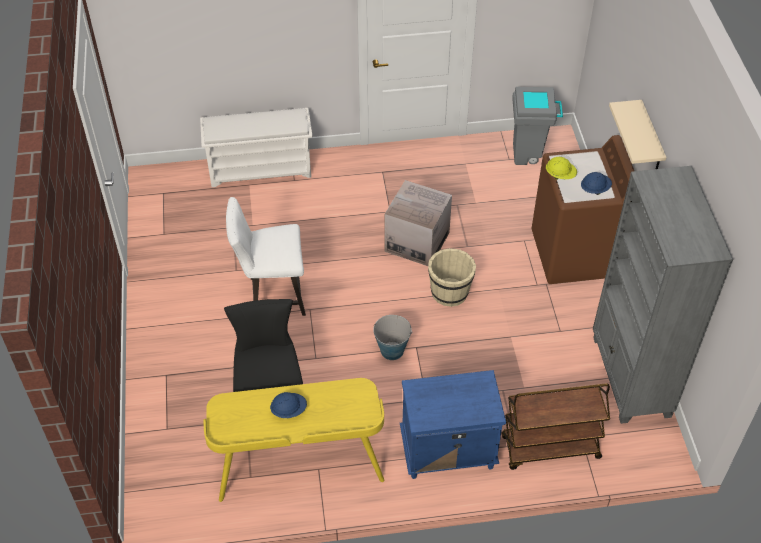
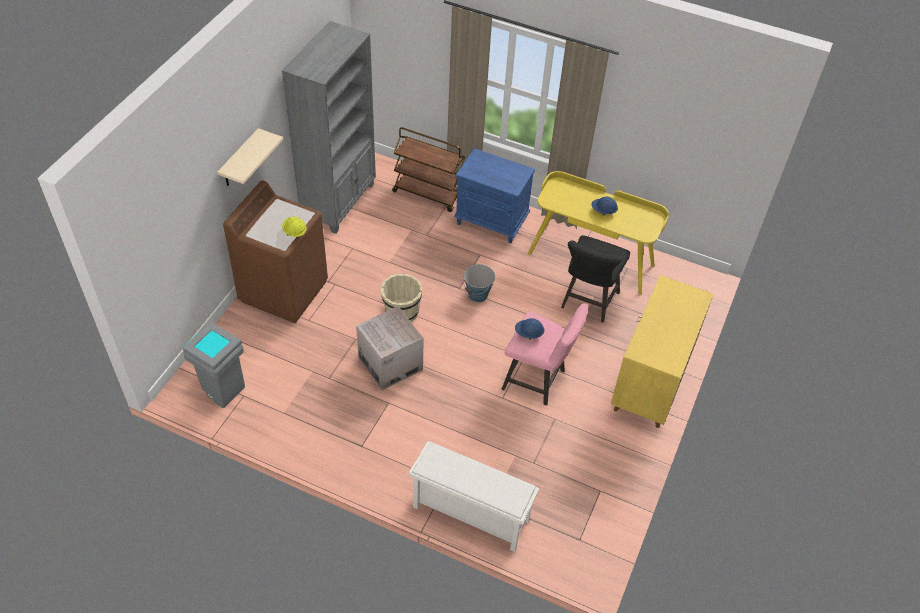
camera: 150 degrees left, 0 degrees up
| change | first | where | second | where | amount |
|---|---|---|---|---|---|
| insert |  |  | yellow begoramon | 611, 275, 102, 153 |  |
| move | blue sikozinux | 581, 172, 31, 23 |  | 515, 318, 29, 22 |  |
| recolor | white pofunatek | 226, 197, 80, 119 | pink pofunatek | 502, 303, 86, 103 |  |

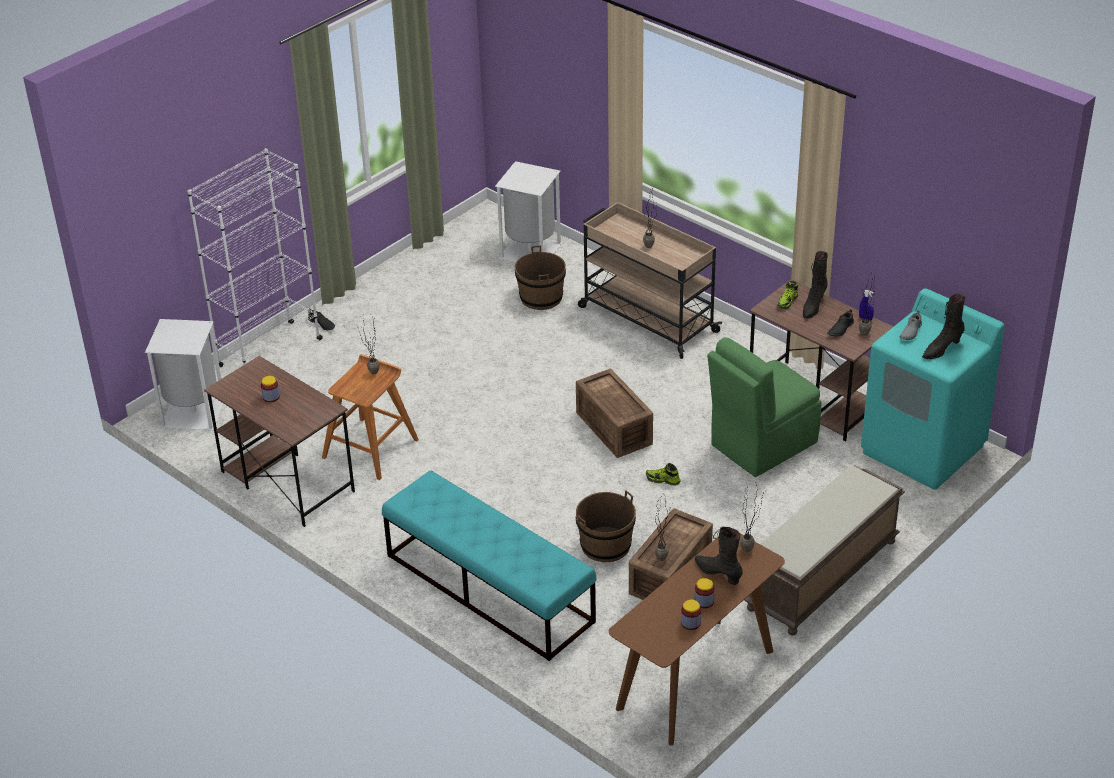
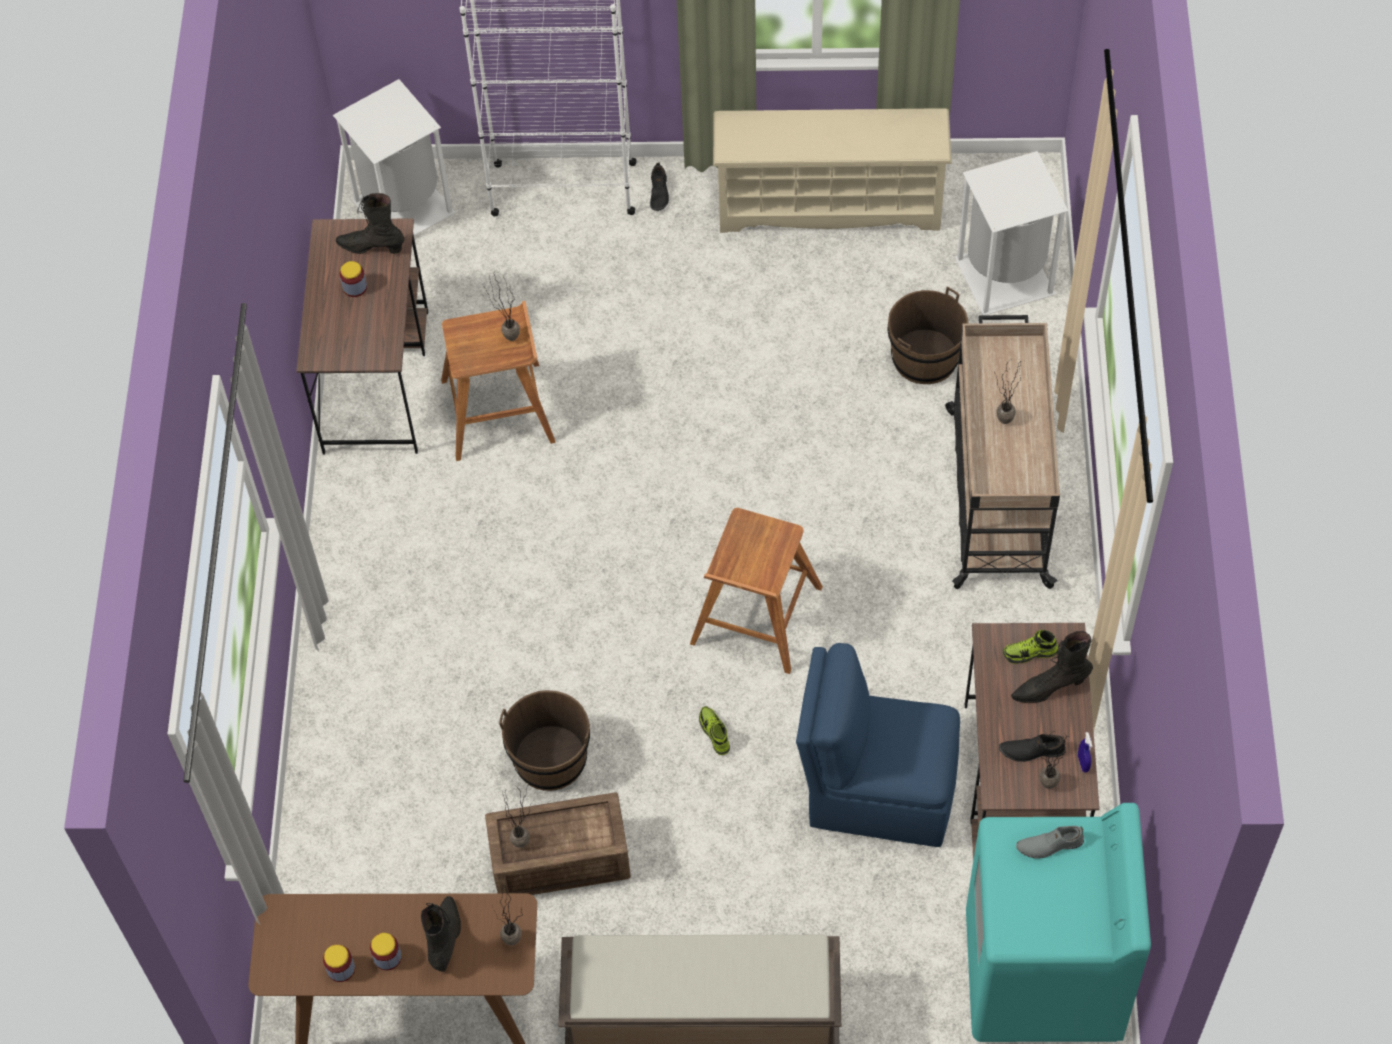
camera: 50 degrees right, 20 degrees up
| change | first | where | second | where | amount |
|---|---|---|---|---|---|
| delete | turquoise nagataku | 382, 471, 214, 190 |  |  |  |
| insert |  |  | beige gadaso | 713, 108, 239, 125 |  |
| move | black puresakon | 922, 294, 43, 65 |  | 336, 193, 68, 61 |  |
| replace | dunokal | 576, 369, 77, 89 | brown pofunatek | 690, 508, 133, 166 |  |
| recolor | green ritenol | 707, 338, 114, 139 | blue ritenol | 796, 643, 164, 204 |  |

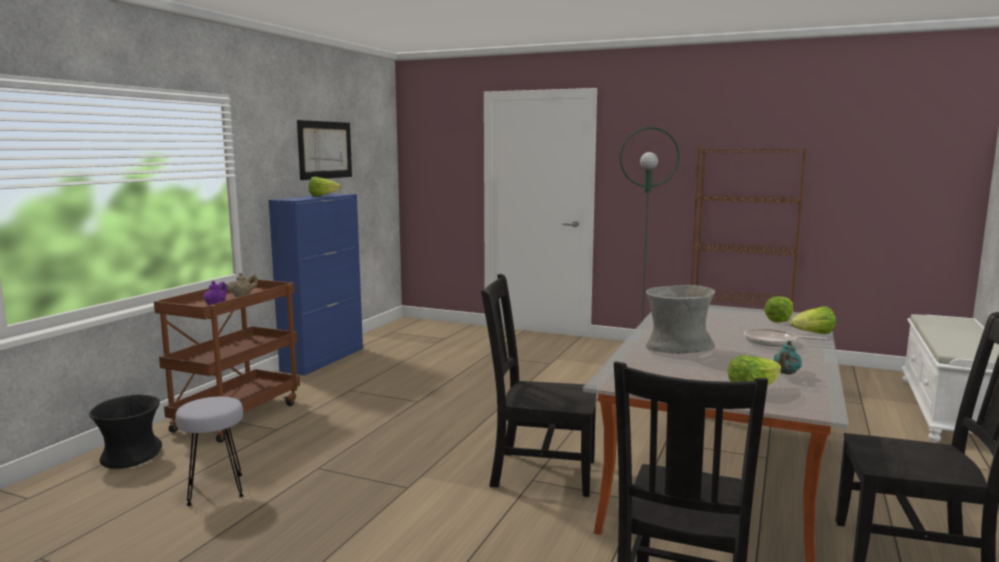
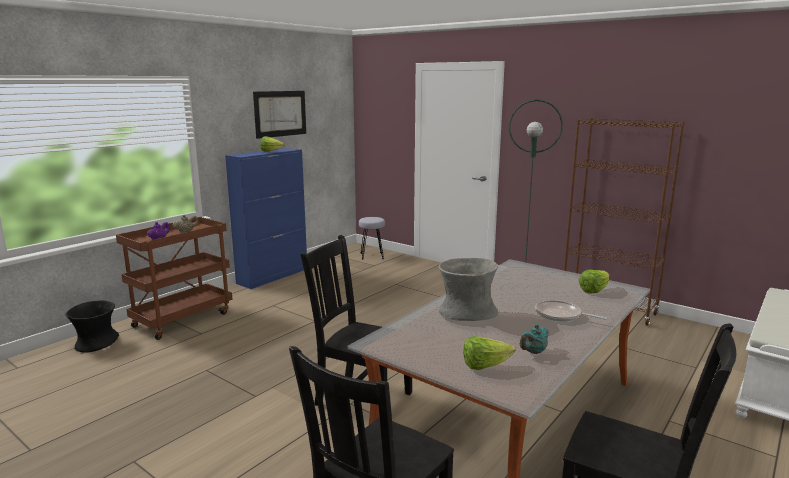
camera: 15 degrees right, 5 degrees up
| change | first | where | second | where | amount |
|---|---|---|---|---|---|
| delete | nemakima | 790, 306, 46, 28 |  |  |  |
| move | grey pofunatek | 175, 397, 69, 109 |  | 359, 217, 26, 42 |  |

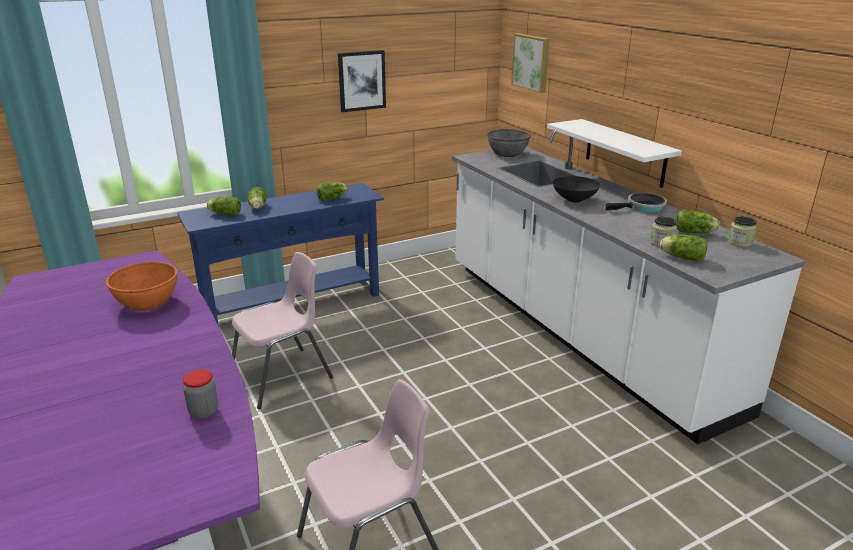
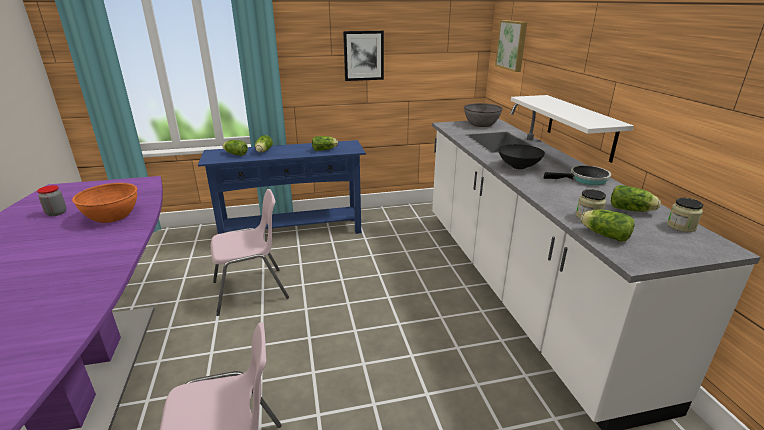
camera: 15 degrees right, 0 degrees up
| change | first | where | second | where | amount |
|---|---|---|---|---|---|
| move | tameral | 183, 370, 35, 49 |  | 37, 185, 30, 31 |  |

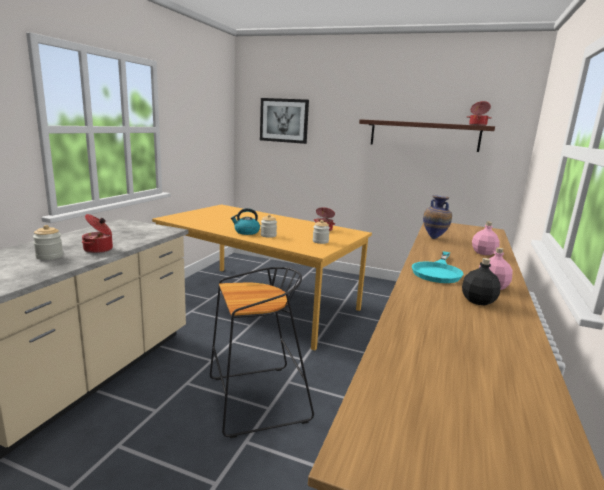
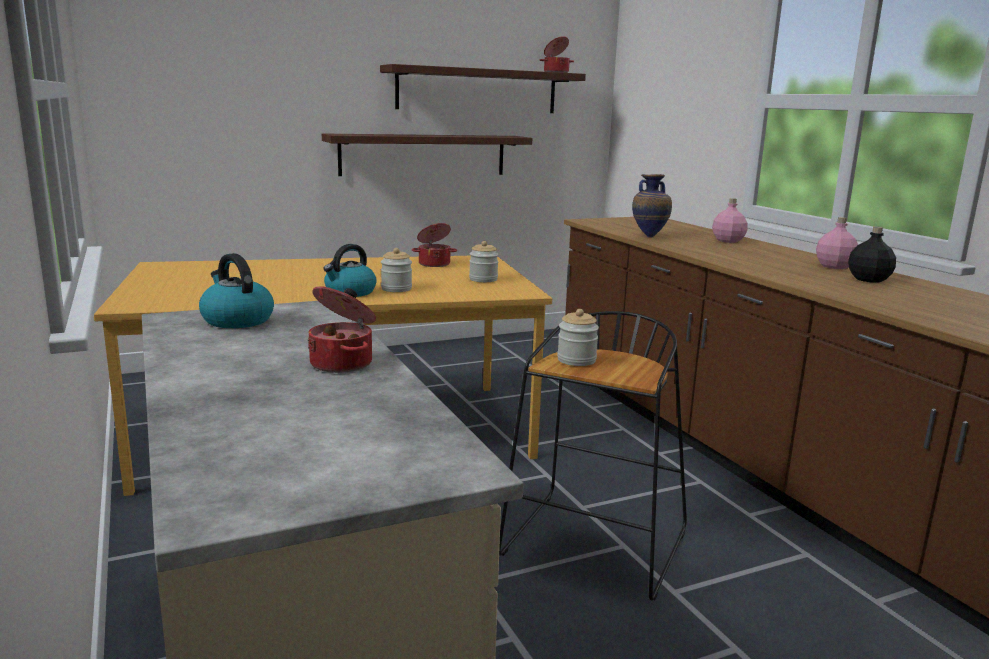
camera: 45 degrees left, 0 degrees up
| change | first | where | second | where | amount |
|---|---|---|---|---|---|
| delete | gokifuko | 260, 98, 49, 46 |  |  |  |
| delete | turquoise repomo | 412, 251, 52, 32 |  |  |  |
| insert |  |  | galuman | 199, 253, 75, 75 |  |
| insert |  |  | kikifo | 322, 133, 210, 43 |  |
| move | tameral | 33, 225, 30, 35 |  | 557, 309, 42, 57 |  |

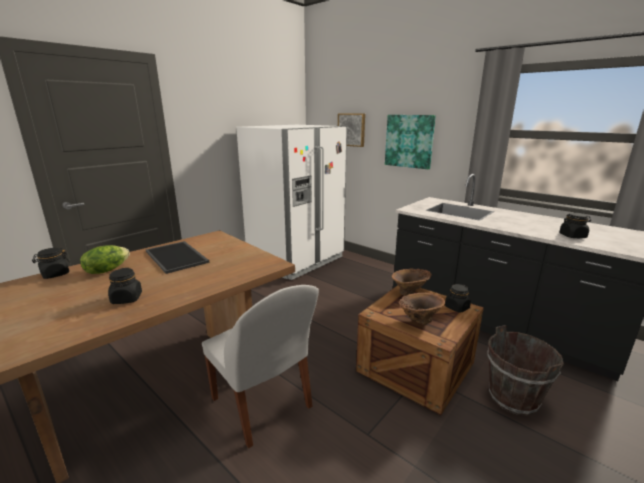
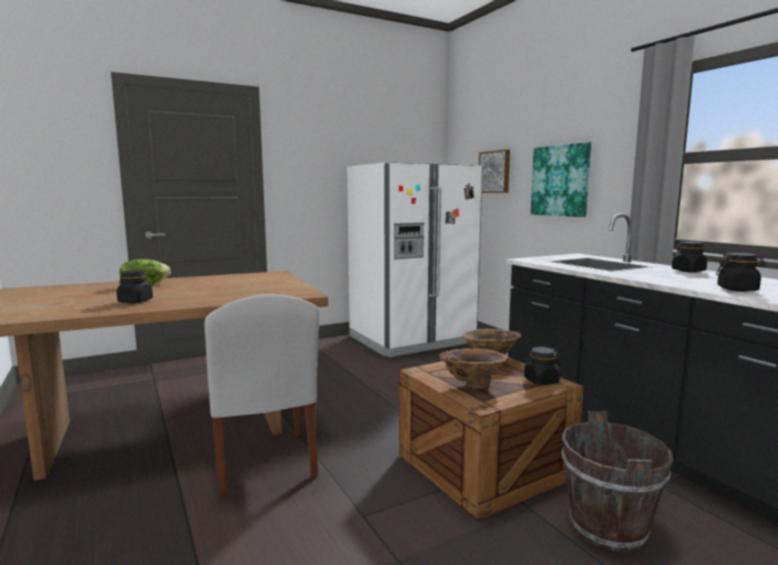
camera: 20 degrees right, 10 degrees down
| change | first | where | second | where | amount |
|---|---|---|---|---|---|
| delete | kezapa | 146, 241, 63, 33 |  |  |  |
| move | black tameral | 32, 248, 38, 31 |  | 672, 241, 35, 31 |  |

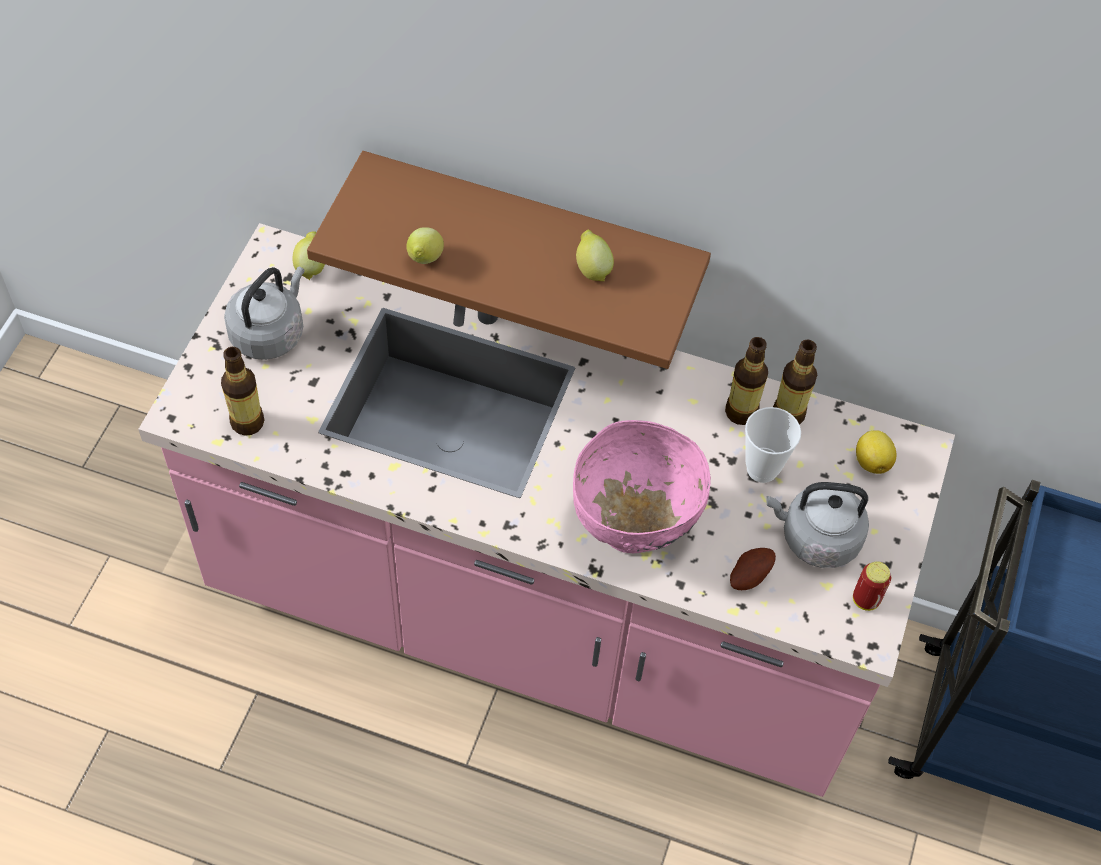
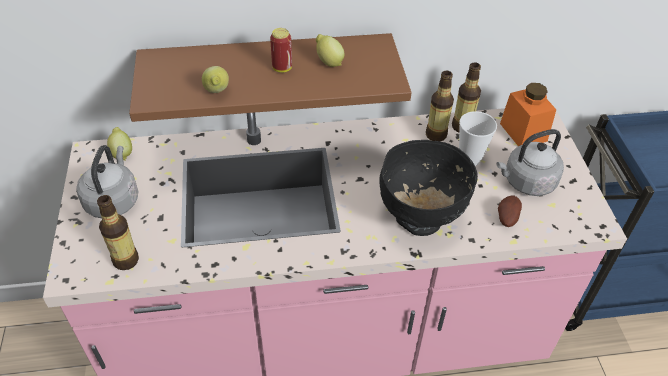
camera: 25 degrees left, 10 degrees down
| change | first | where | second | where | amount |
|---|---|---|---|---|---|
| move | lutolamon | 853, 561, 38, 50 |  | 270, 28, 22, 45 |  |
| replace | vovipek | 856, 430, 40, 44 | orange tameral | 500, 83, 57, 63 |  |
| recolor | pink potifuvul | 573, 420, 138, 134 | black potifuvul | 380, 140, 98, 96 |  |

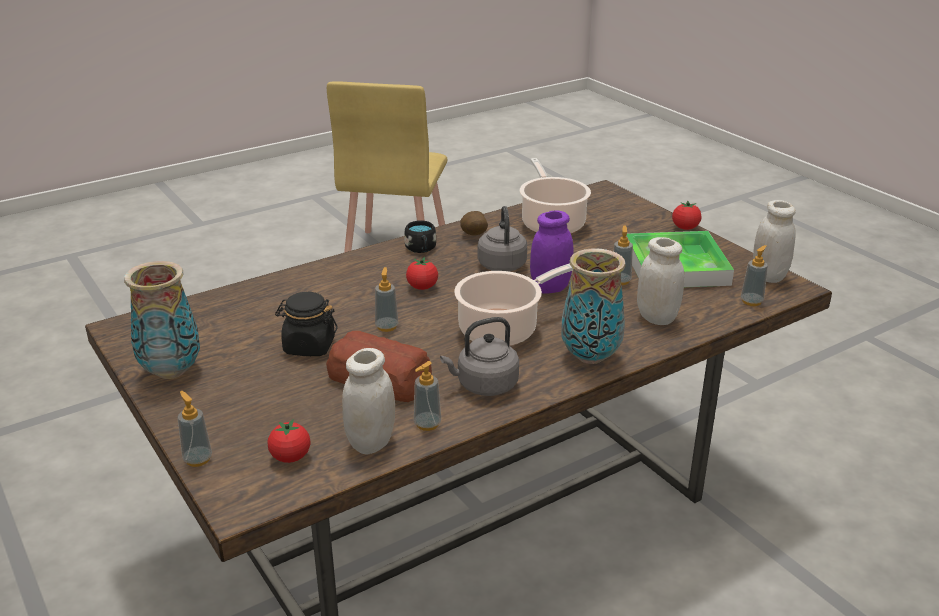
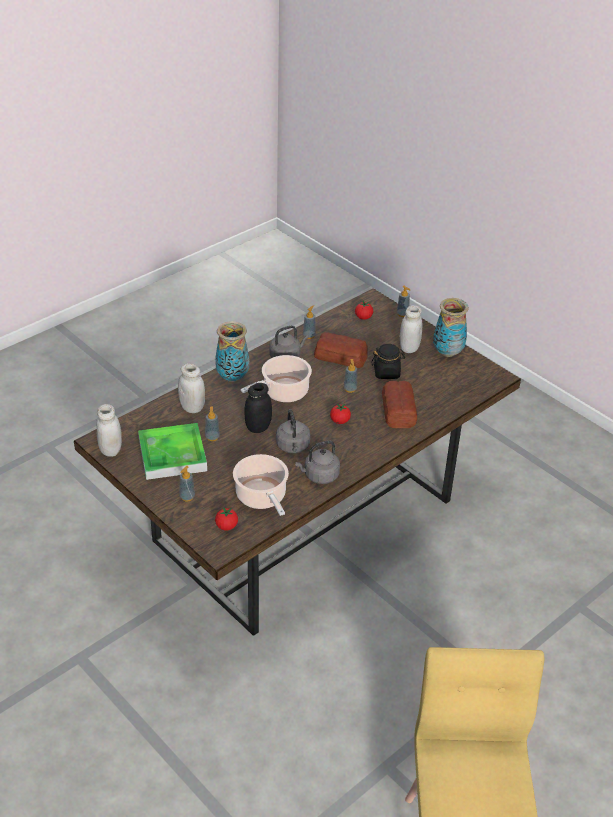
camera: 170 degrees right, 10 degrees up
| change | first | where | second | where | amount |
|---|---|---|---|---|---|
| delete | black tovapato | 404, 220, 32, 33 |  |  |  |
| insert |  |  | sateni | 382, 381, 35, 47 |  |
| move | white tameral | 342, 348, 53, 107 |  | 400, 305, 23, 48 |  |
| move | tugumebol | 672, 201, 29, 29 |  | 215, 507, 23, 23 |  |
| move | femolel | 741, 245, 27, 61 |  | 180, 466, 15, 35 |  |
| replace | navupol | 460, 211, 28, 25 | grey galuman | 295, 441, 45, 43 |  |
| recolor | purple tameral | 530, 210, 44, 84 | black tameral | 244, 383, 28, 50 |  |

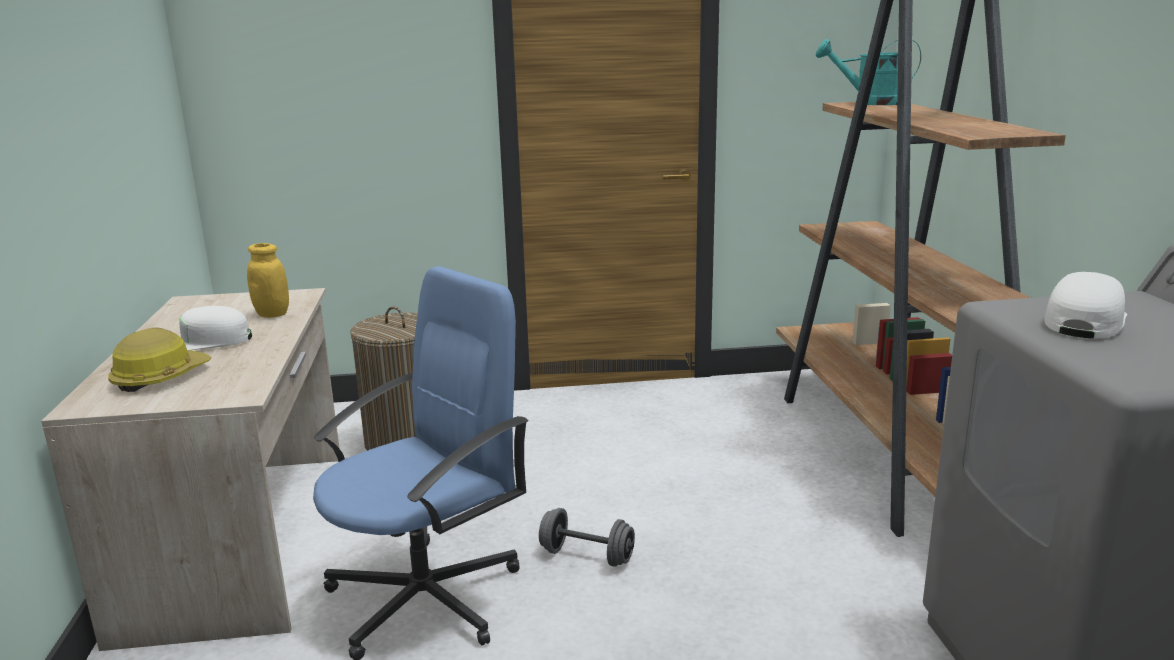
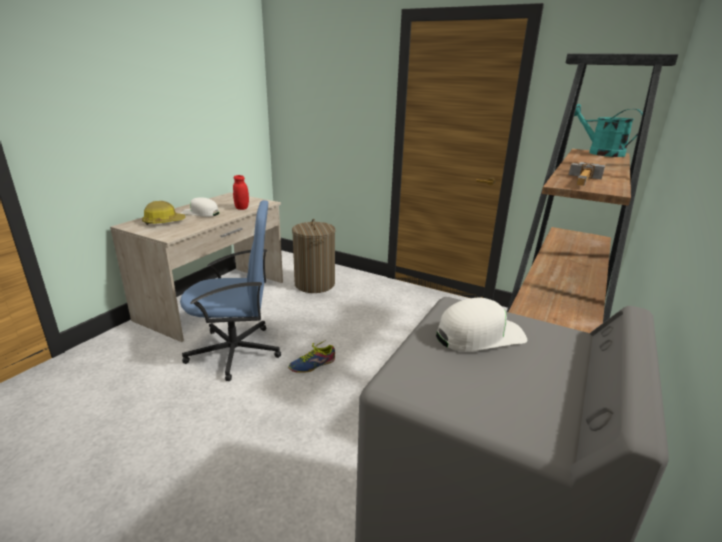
camera: 35 degrees right, 5 degrees up
| change | first | where | second | where | amount |
|---|---|---|---|---|---|
| insert |  |  | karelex | 569, 162, 36, 24 |  |
| replace | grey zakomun | 539, 508, 96, 59 | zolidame | 288, 340, 47, 33 |  |
| recolor | yellow tameral | 247, 243, 42, 75 | red tameral | 233, 175, 16, 35 |  |

